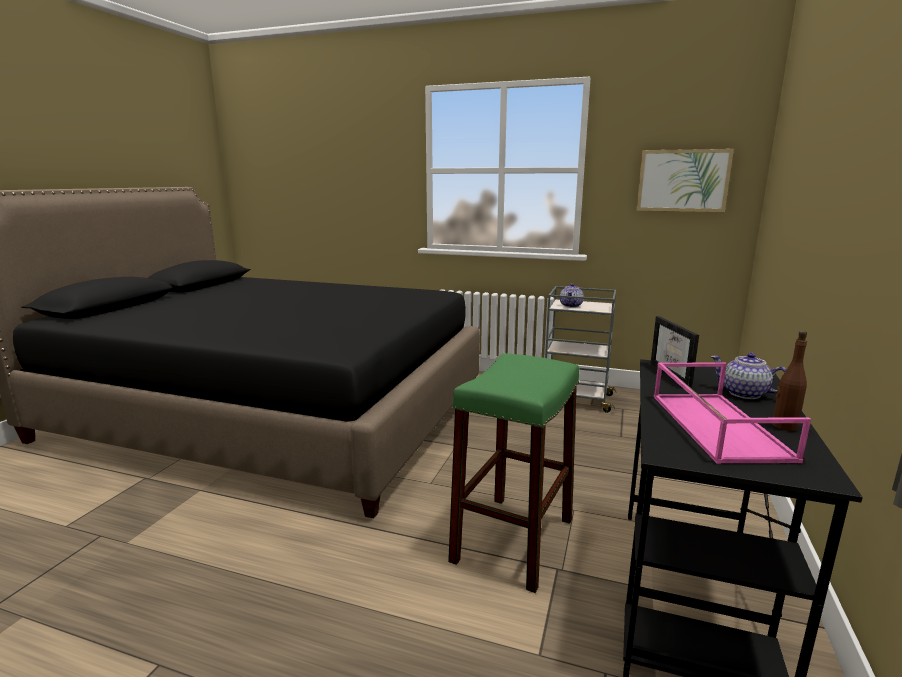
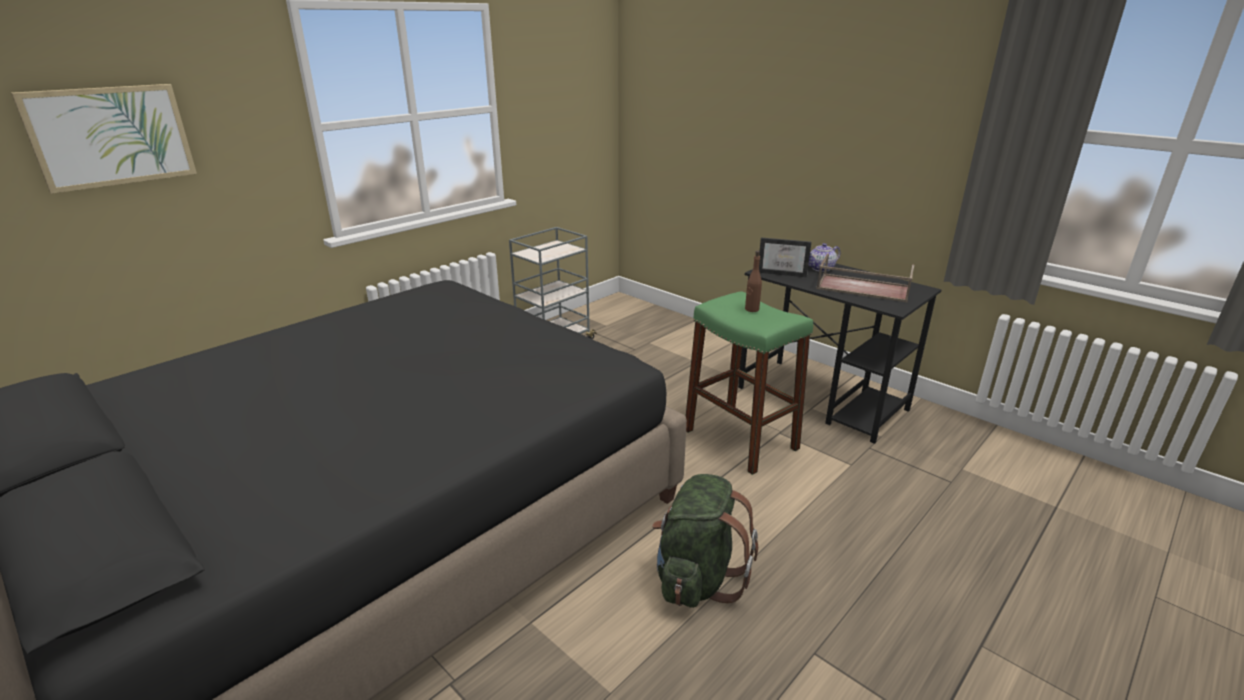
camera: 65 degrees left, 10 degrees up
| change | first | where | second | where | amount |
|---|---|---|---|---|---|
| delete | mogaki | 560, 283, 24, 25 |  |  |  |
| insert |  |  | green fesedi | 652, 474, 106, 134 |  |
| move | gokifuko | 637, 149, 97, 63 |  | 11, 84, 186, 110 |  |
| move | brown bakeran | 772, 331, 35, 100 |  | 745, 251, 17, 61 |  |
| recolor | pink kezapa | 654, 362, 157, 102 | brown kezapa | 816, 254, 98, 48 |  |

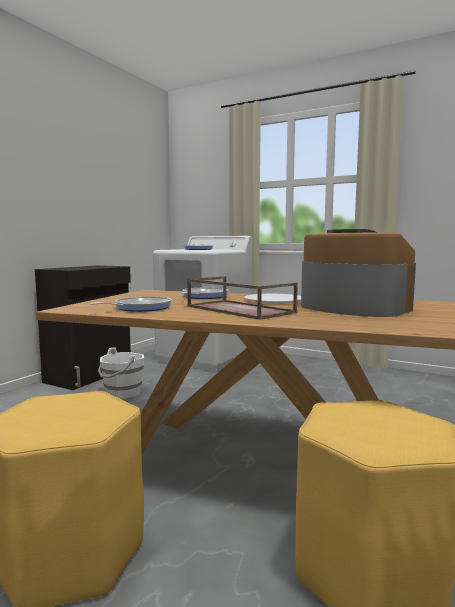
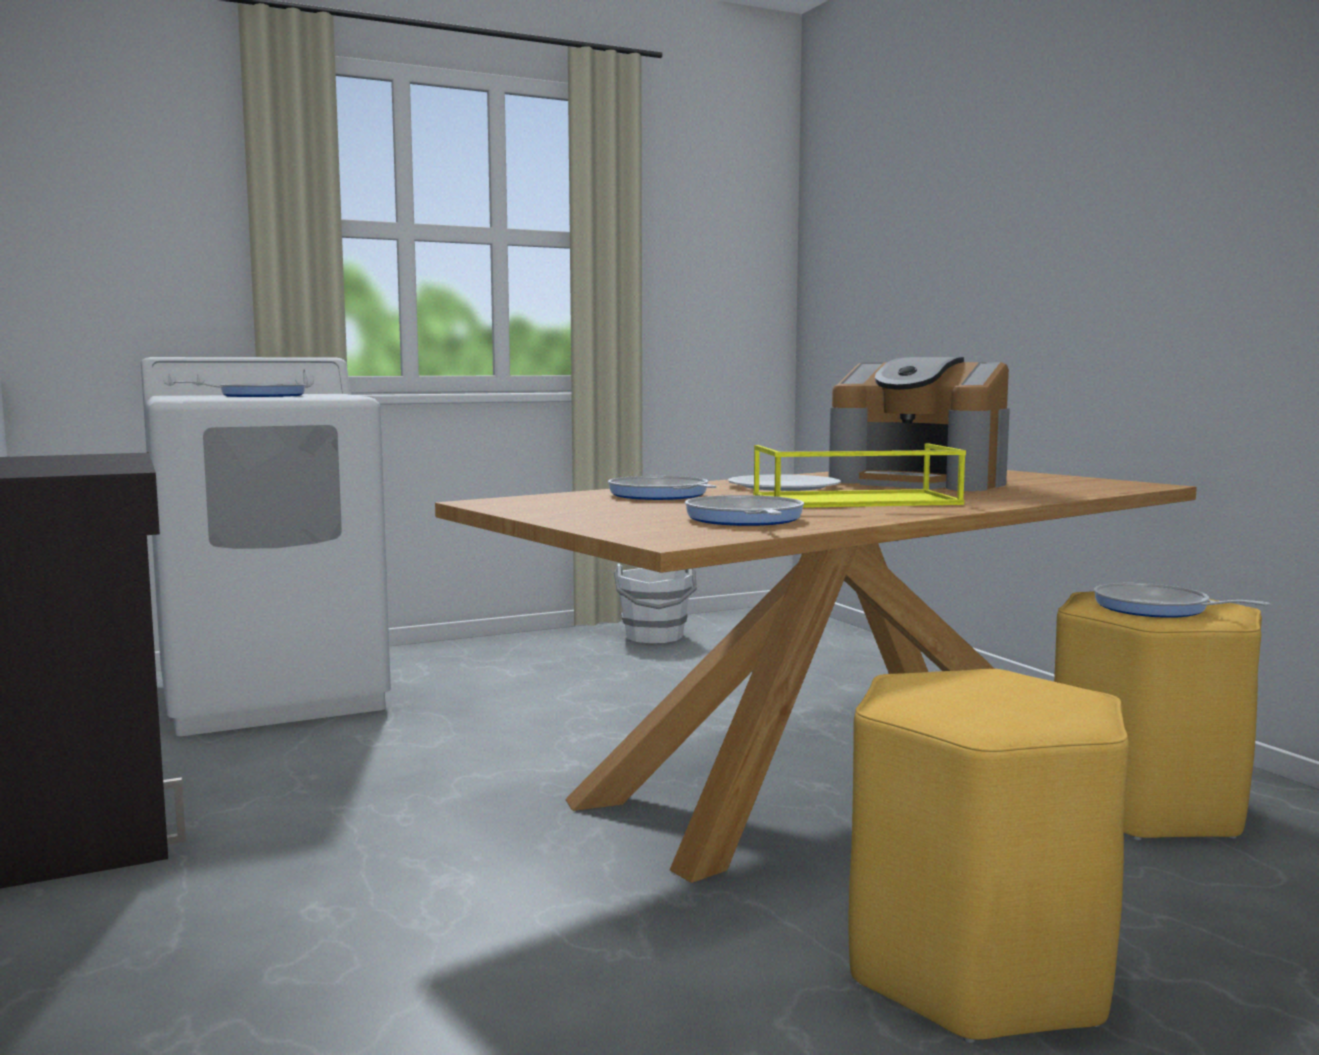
camera: 55 degrees left, 0 degrees up
| change | first | where | second | where | amount |
|---|---|---|---|---|---|
| insert |  |  | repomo | 1094, 583, 176, 35 |  |
| move | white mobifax | 98, 347, 46, 52 |  | 614, 563, 83, 80 |  |
| recolor | brown kezapa | 187, 276, 111, 44 | yellow kezapa | 753, 443, 213, 65 |  |
| rotate | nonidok | 301, 229, 115, 88 |  | 829, 357, 181, 134 | 135 degrees counterclockwise |

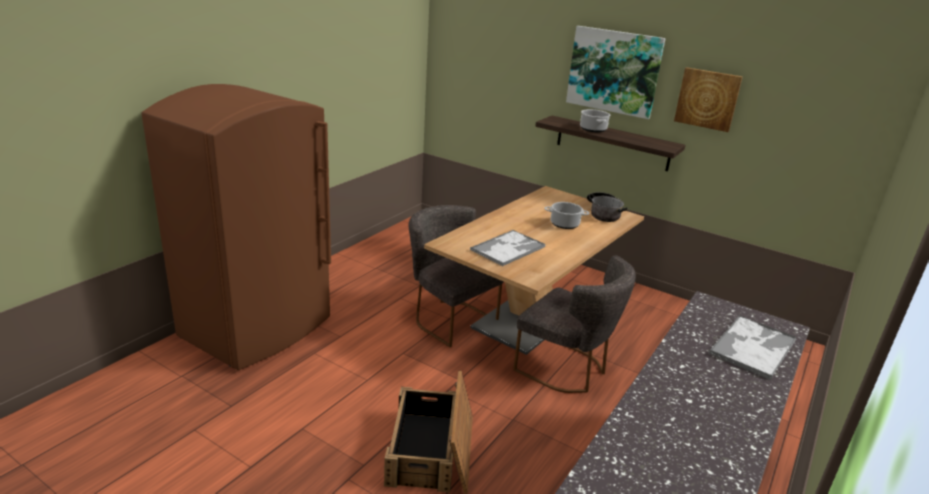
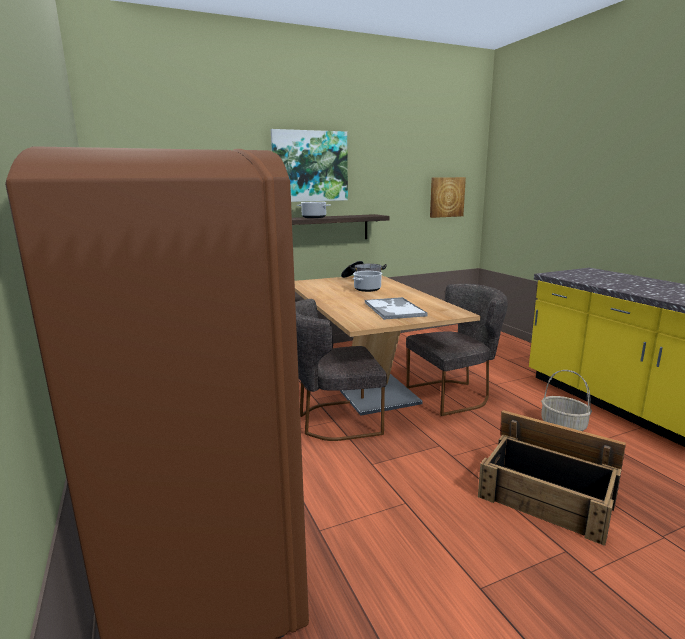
camera: 55 degrees left, 10 degrees down
| change | first | where | second | where | amount |
|---|---|---|---|---|---|
| delete | kezapa | 709, 315, 87, 65 |  |  |  |
| insert |  |  | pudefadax | 541, 370, 51, 61 |  |
| move | gokifuko | 674, 67, 69, 65 |  | 430, 177, 36, 41 |  |

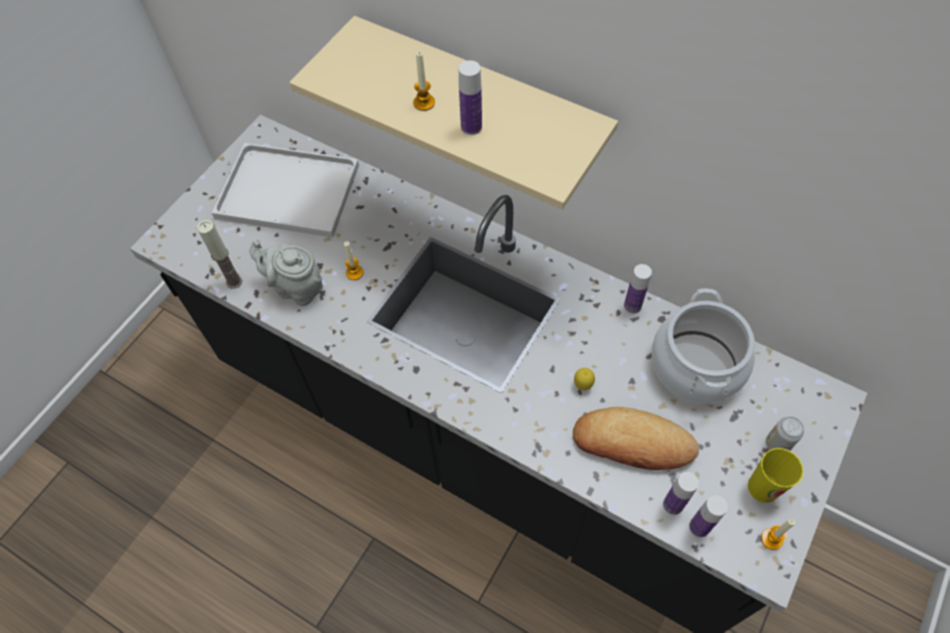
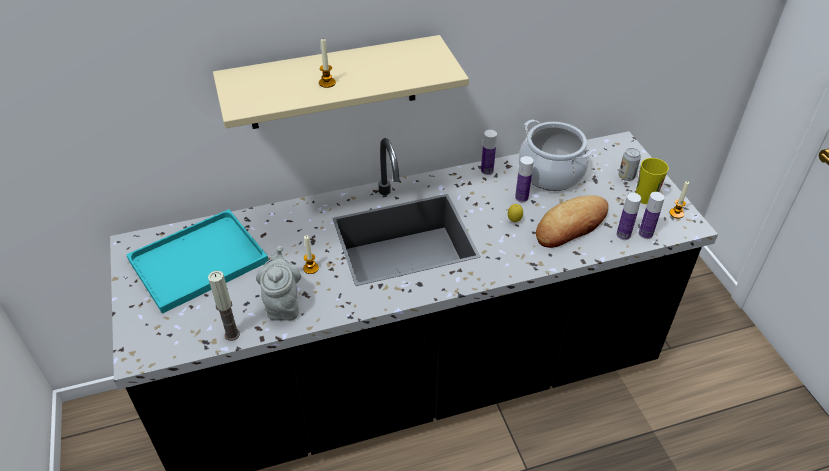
camera: 50 degrees left, 15 degrees down
| change | first | where | second | where | amount |
|---|---|---|---|---|---|
| move | bakeran | 459, 60, 23, 75 |  | 515, 156, 19, 46 |  |
| recolor | white kezapa | 212, 143, 147, 95 | turquoise kezapa | 126, 209, 143, 105 |  |
| rotate | grey mogaki | 250, 239, 73, 67 |  | 256, 246, 45, 75 | 105 degrees clockwise |

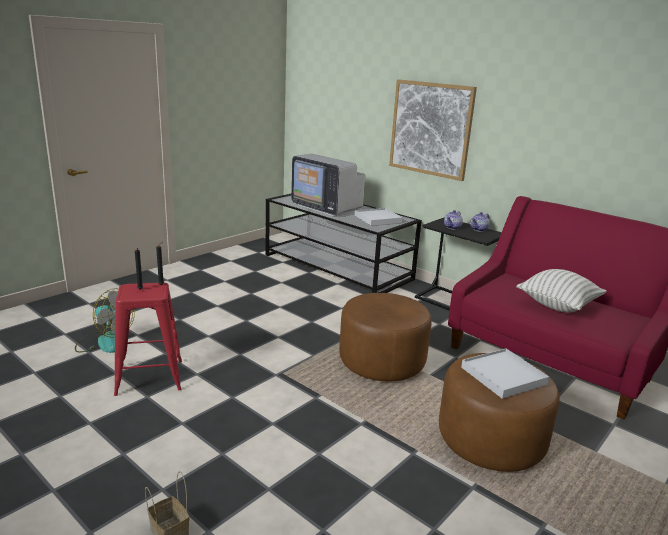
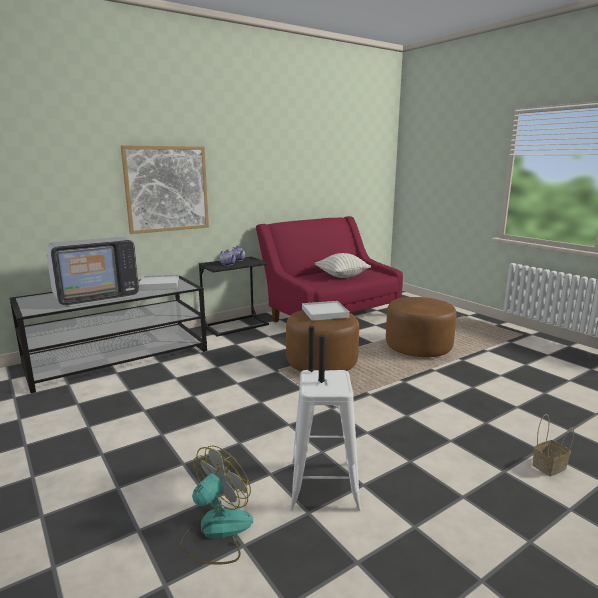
camera: 75 degrees left, 5 degrees down
| change | first | where | second | where | amount |
|---|---|---|---|---|---|
| move | white kezapa | 461, 349, 88, 50 |  | 302, 301, 48, 20 |  |
| recolor | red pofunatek | 114, 283, 68, 113 | white pofunatek | 290, 370, 71, 141 |  |

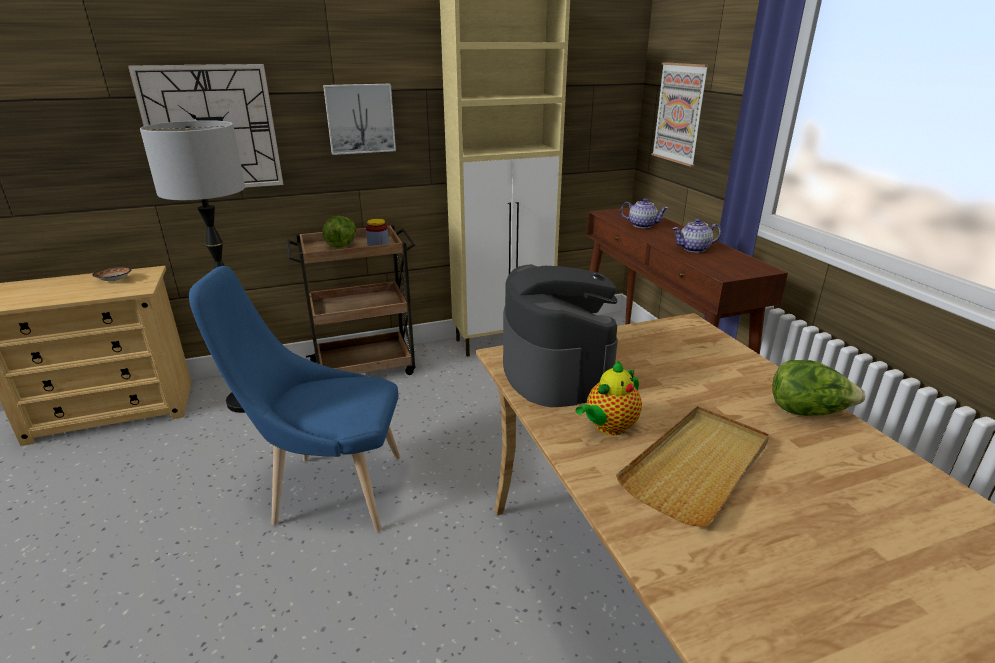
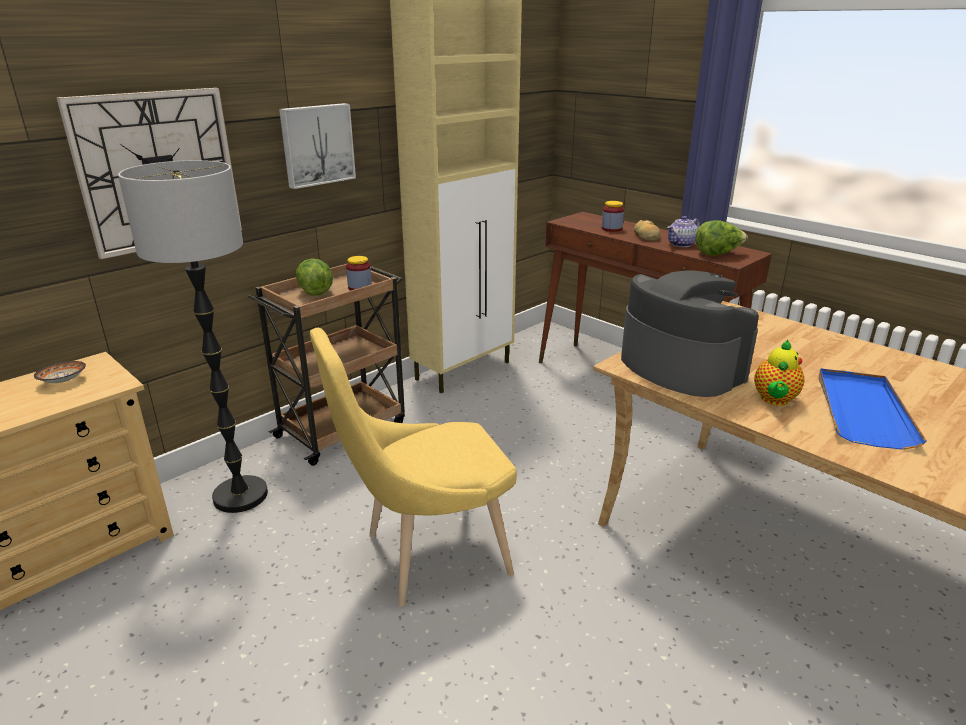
camera: 25 degrees left, 0 degrees up
| change | first | where | second | where | amount |
|---|---|---|---|---|---|
| delete | gokifuko | 651, 62, 58, 105 |  |  |  |
| insert |  |  | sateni | 634, 220, 27, 21 |  |
| move | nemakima | 772, 360, 93, 56 |  | 696, 220, 52, 36 |  |
| replace | mogaki | 620, 198, 49, 30 | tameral | 602, 201, 22, 31 |  |
| recolor | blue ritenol | 189, 266, 211, 266 | yellow ritenol | 310, 328, 207, 279 |  |
| recolor | beige kezapa | 616, 406, 153, 121 | blue kezapa | 818, 368, 109, 82 |  |

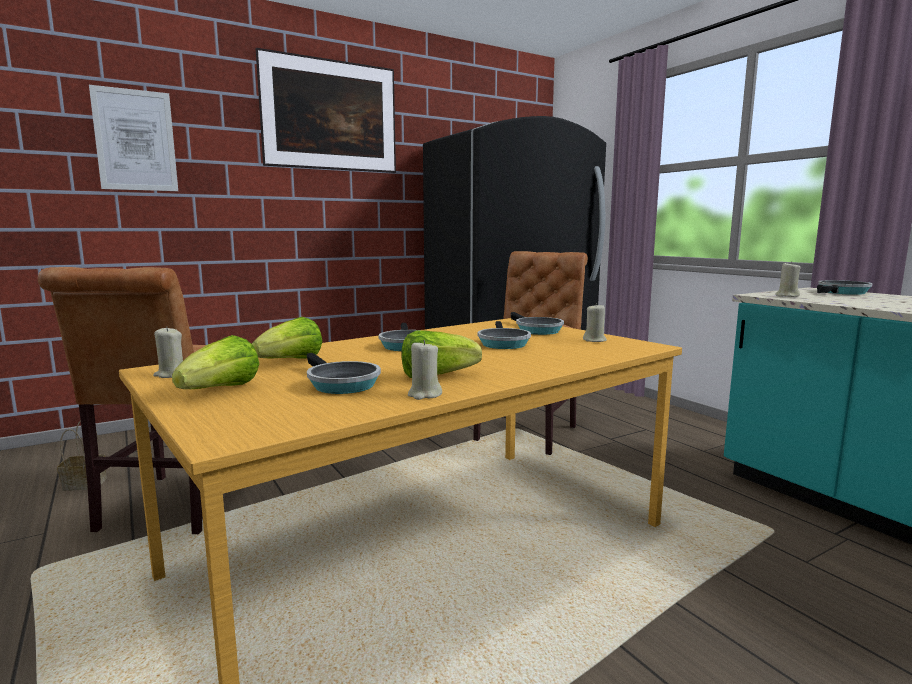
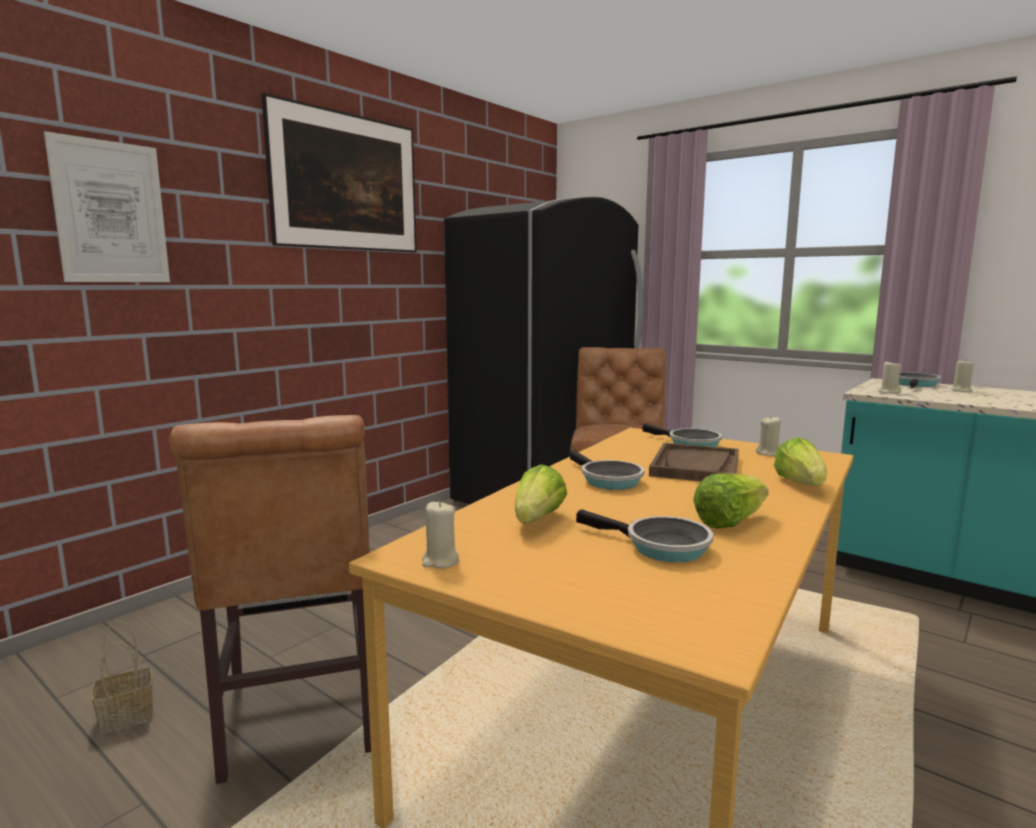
camera: 20 degrees left, 0 degrees up
| change | first | where | second | where | amount |
|---|---|---|---|---|---|
| move | nemakima | 172, 335, 87, 54 |  | 774, 438, 53, 48 |  |
| move | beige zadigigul | 408, 340, 34, 60 |  | 951, 361, 23, 31 |  |
| replace | repomo | 477, 321, 54, 28 | brown kezapa | 649, 443, 90, 38 |  |

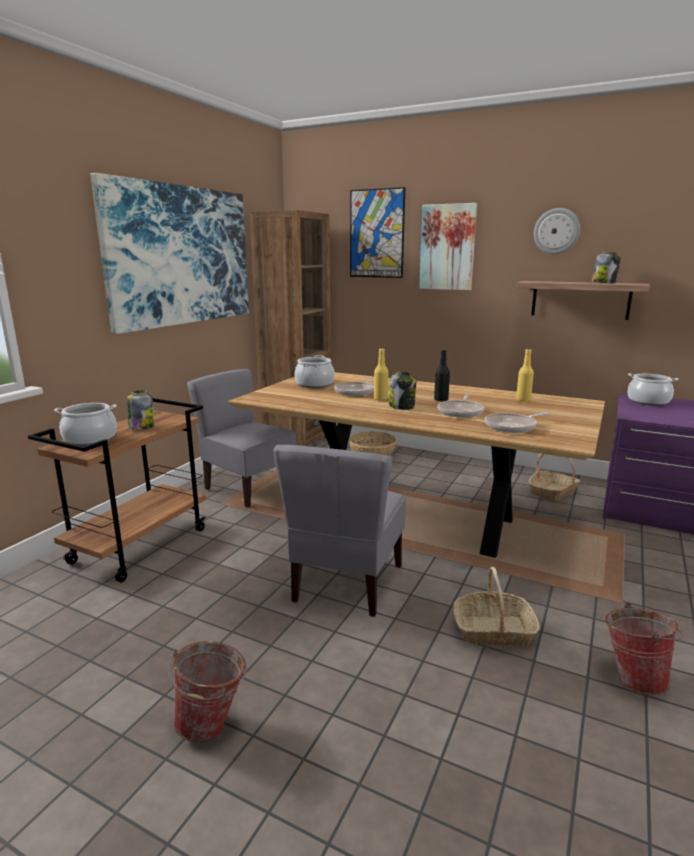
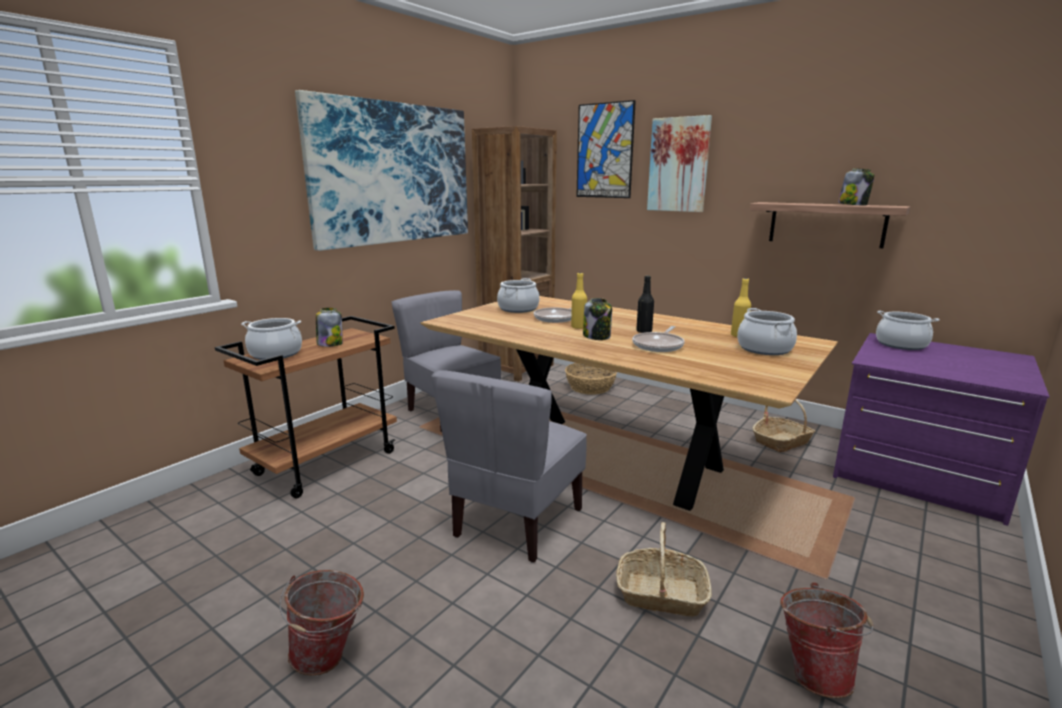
camera: 10 degrees right, 0 degrees up
| change | first | where | second | where | amount |
|---|---|---|---|---|---|
| delete | repomo | 485, 412, 66, 21 |  |  |  |
| delete | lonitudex | 534, 208, 46, 46 |  |  |  |
| insert |  |  | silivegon | 737, 308, 60, 47 |  |

